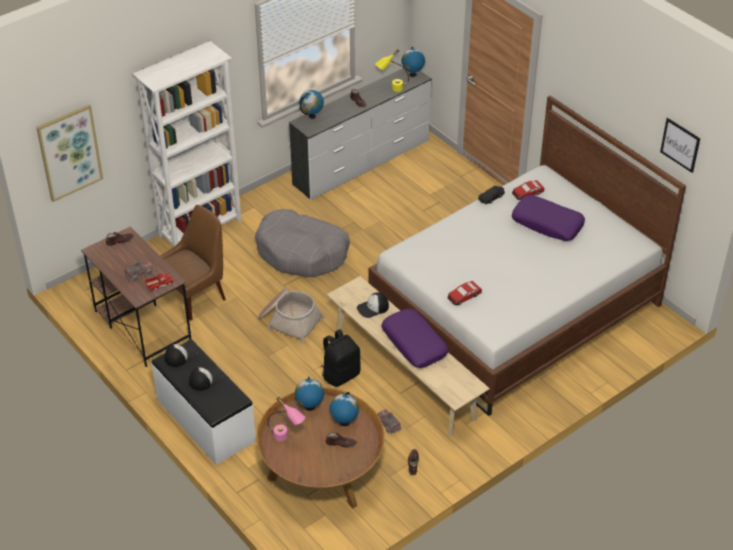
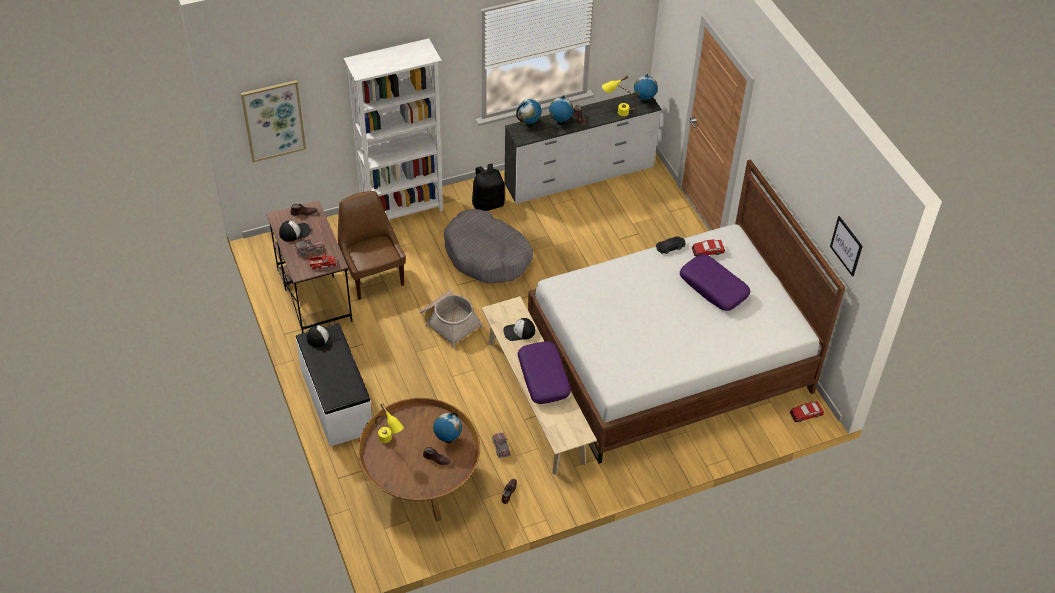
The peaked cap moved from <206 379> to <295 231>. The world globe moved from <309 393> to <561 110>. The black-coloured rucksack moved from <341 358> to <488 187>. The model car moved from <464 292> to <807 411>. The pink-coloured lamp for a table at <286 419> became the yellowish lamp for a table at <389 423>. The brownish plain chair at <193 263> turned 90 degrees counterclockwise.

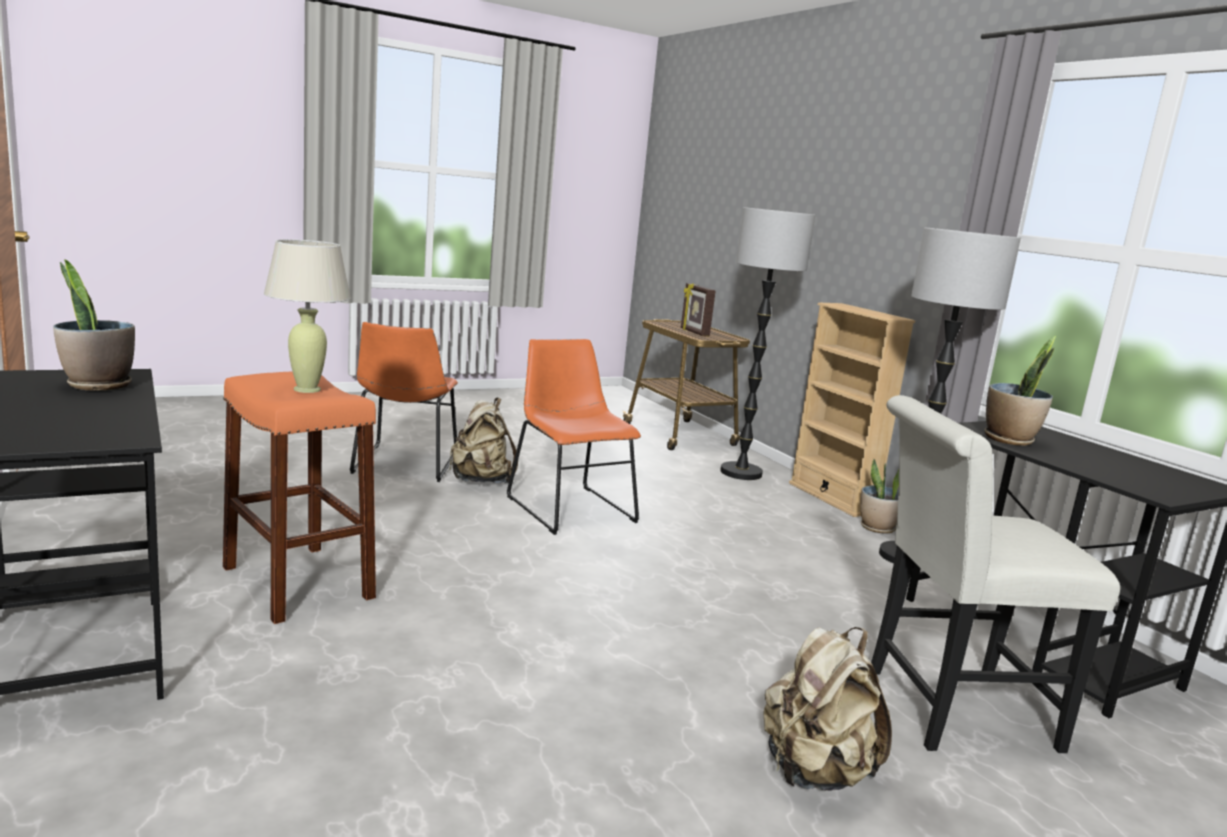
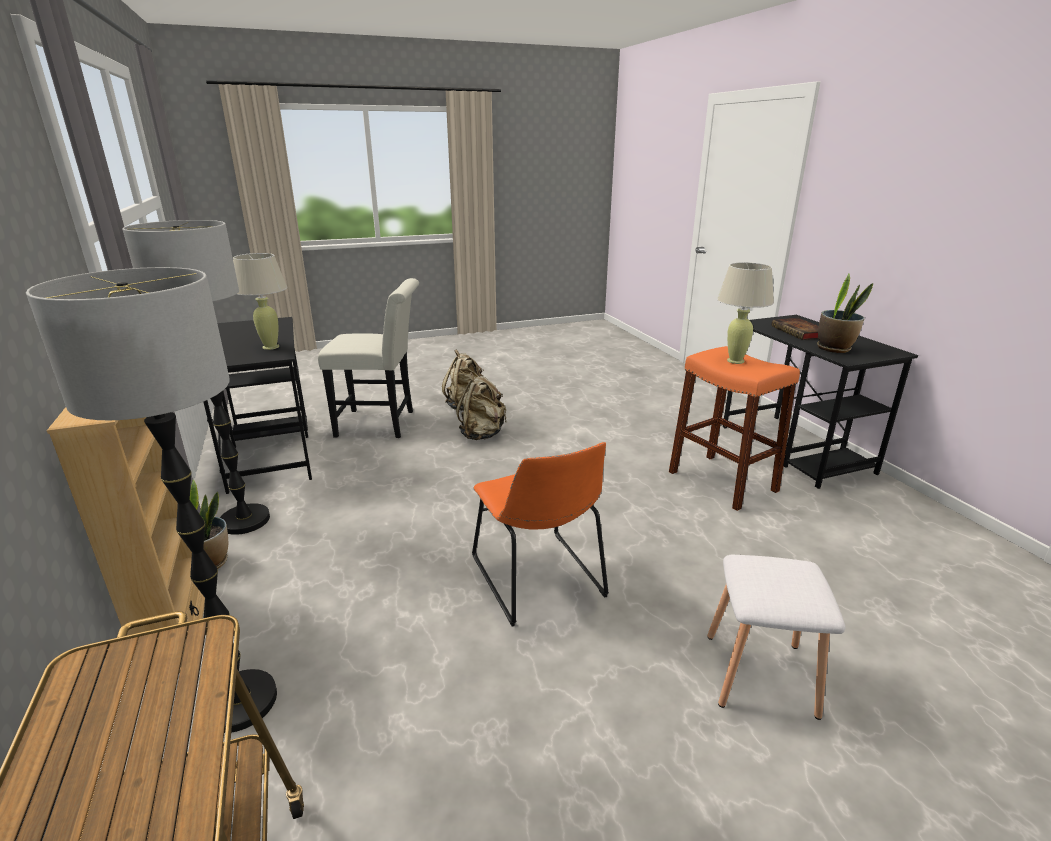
The standing frame at <698 309> disappeared. The book at <795 329> appeared. The beige-coloured rucksack moved from <483 440> to <481 406>. The orange-coloured plain chair at <404 402> was replaced by the white sitting stool at <776 637>. The houseplant at <1020 391> was replaced by the beige-coloured lamp for a table at <260 301>.

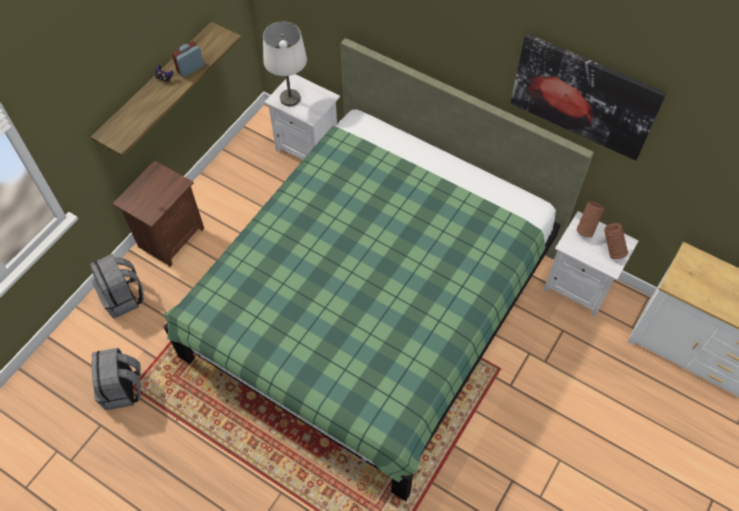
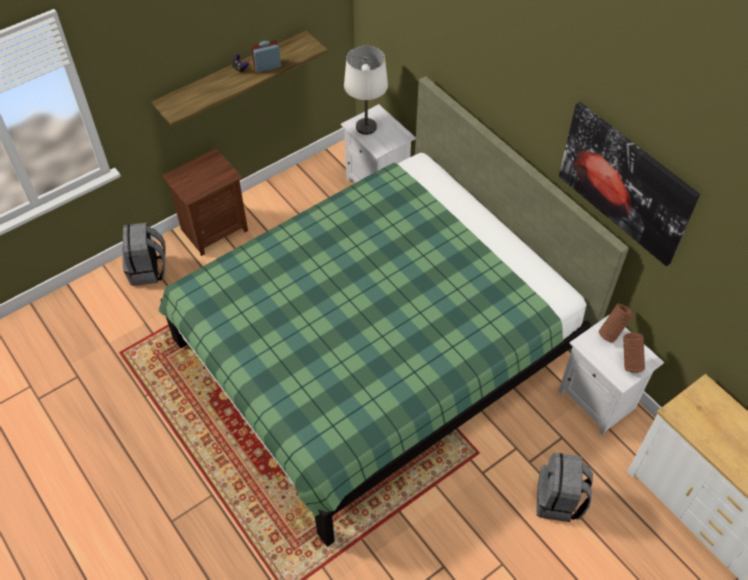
The greyish rucksack moved from <116 379> to <564 487>.

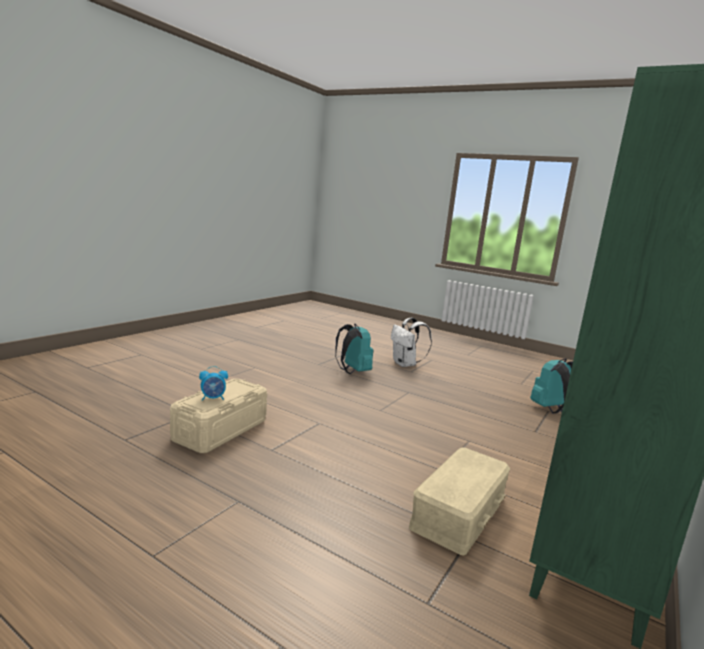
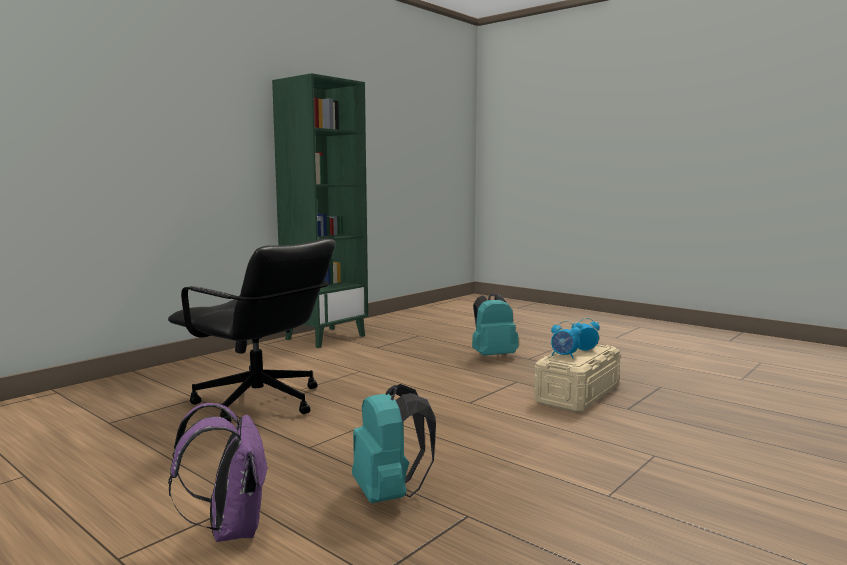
The beige-coloured storage box at <459 501> disappeared. The black-coloured computer chair at <251 331> appeared. The table clock at <566 339> appeared. The turquoise-coloured rucksack moved from <551 385> to <495 324>. The white rucksack at <411 342> became the purple-coloured rucksack at <218 472>.

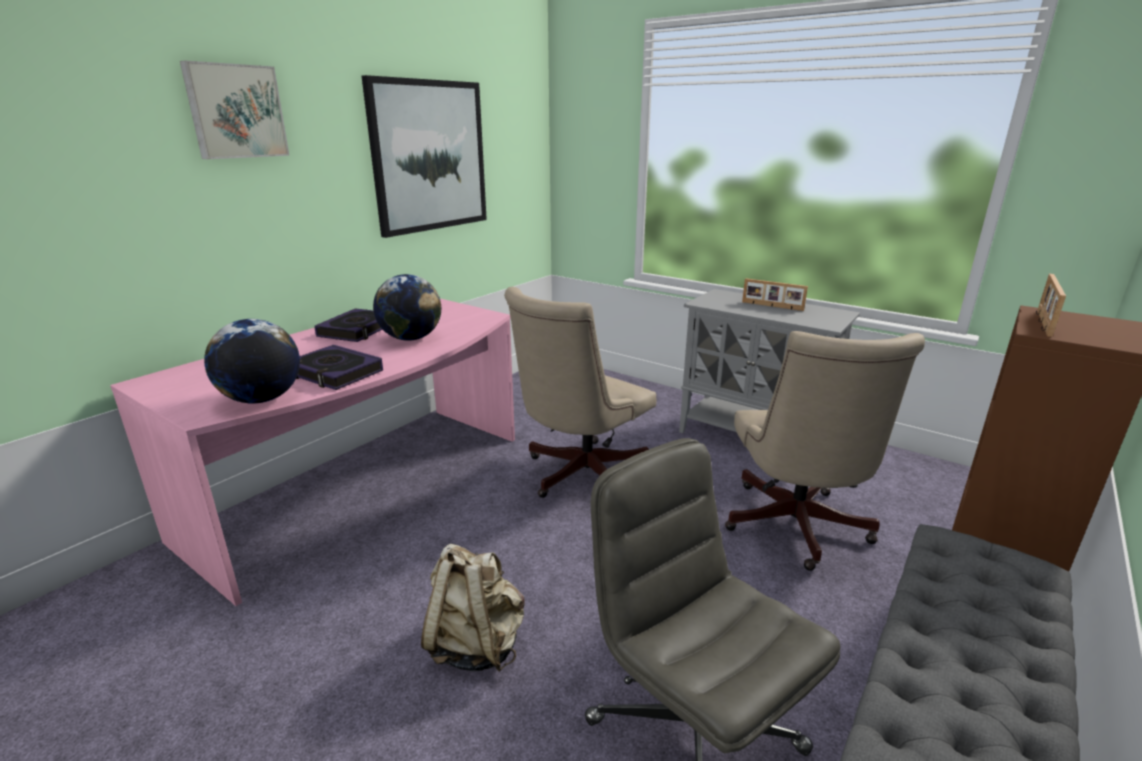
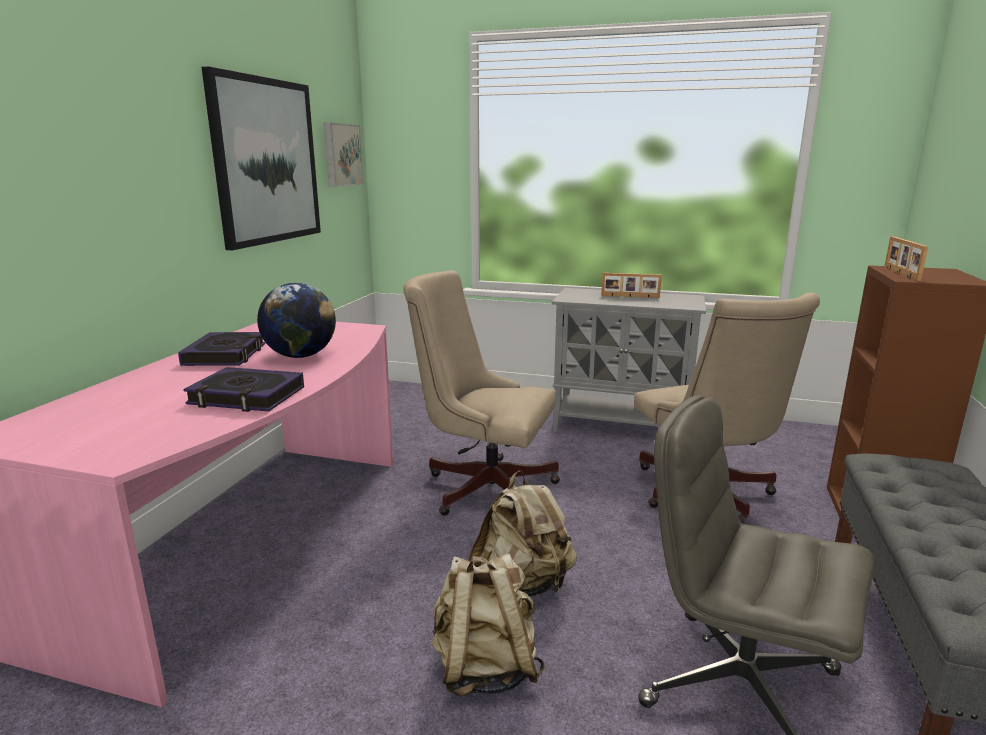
The world globe at <252 361> disappeared. The beige-coloured rucksack at <522 533> appeared. The wall picture moved from <235 109> to <343 155>. The beige-coloured computer chair at <580 392> turned 90 degrees clockwise.

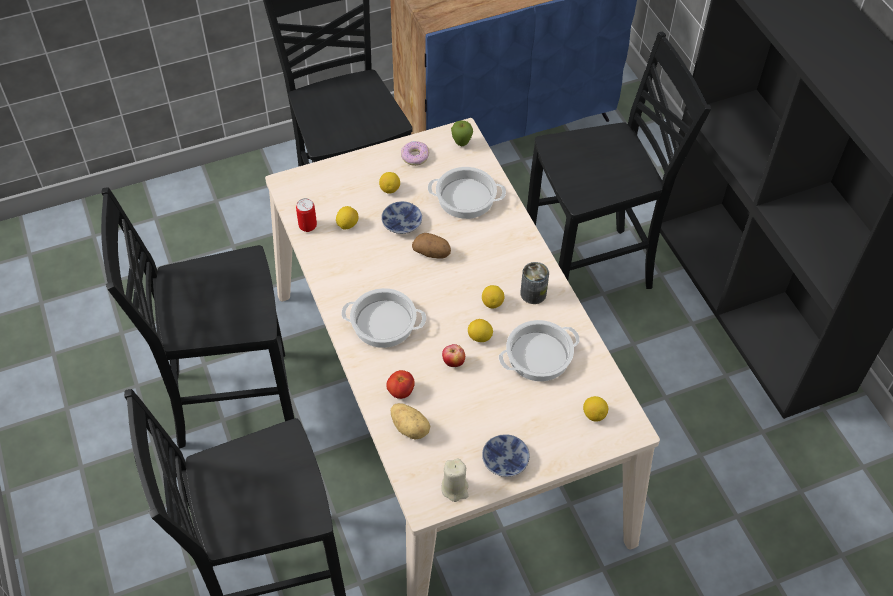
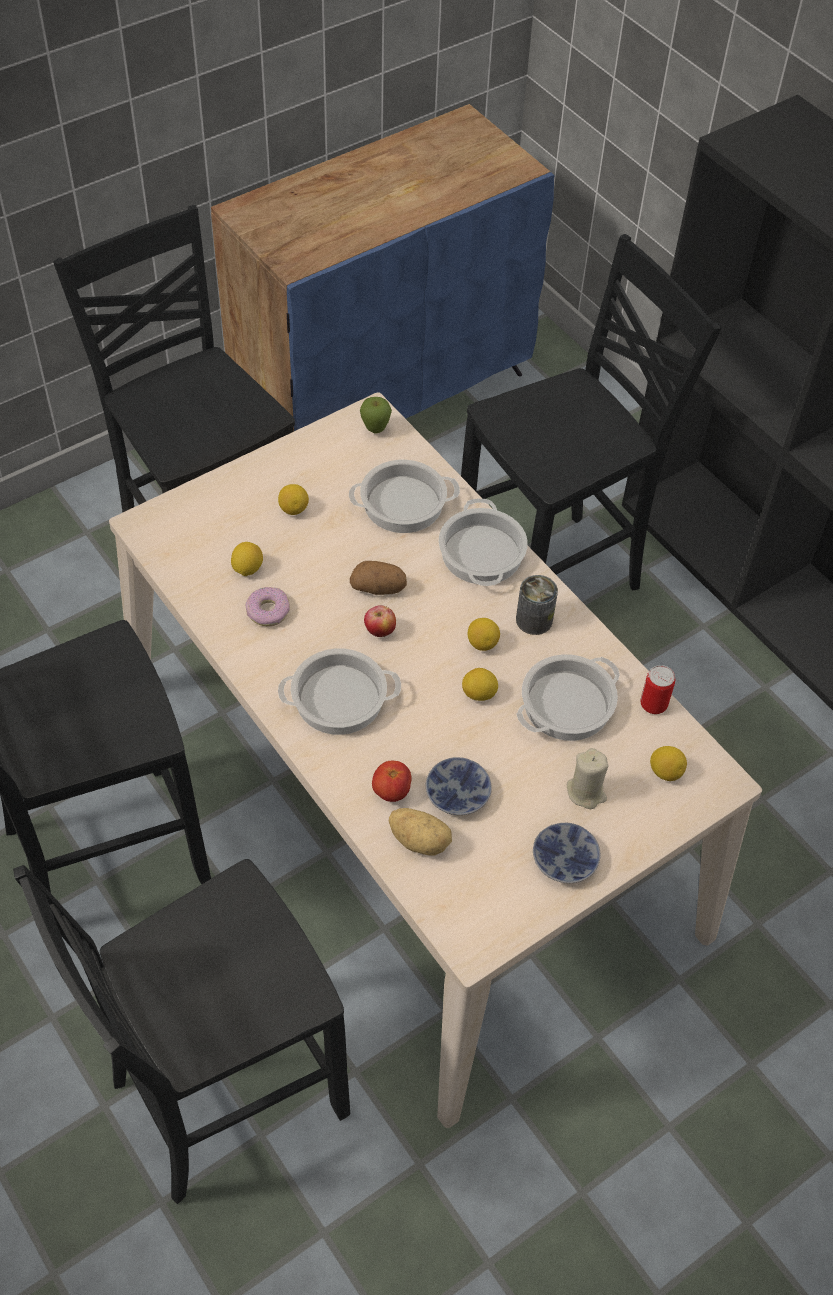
The saucepot at <483 542> appeared. The metal can moved from <306 215> to <658 689>. The deep dish moved from <401 217> to <459 786>. The ring doughnut moved from <415 153> to <268 606>. The beige-coloured candle moved from <455 480> to <588 778>. The whole apple moved from <453 355> to <380 621>.

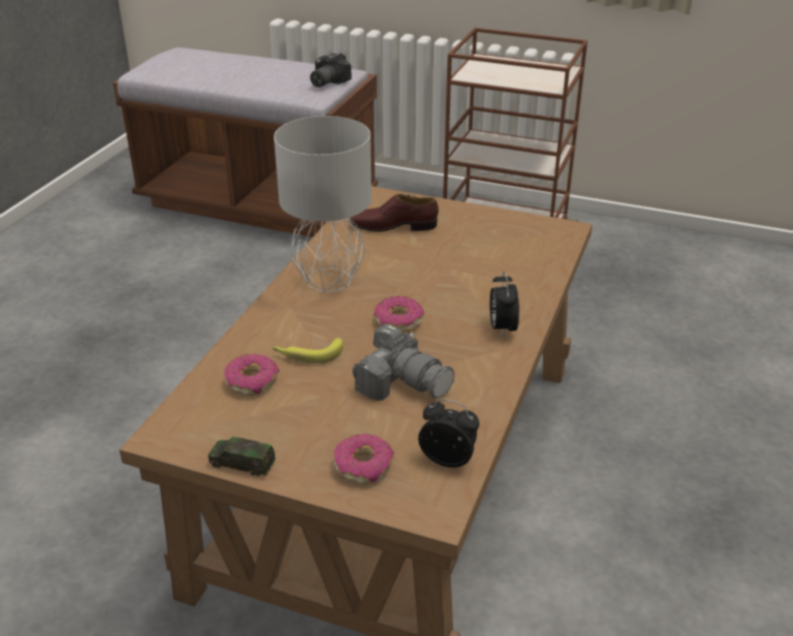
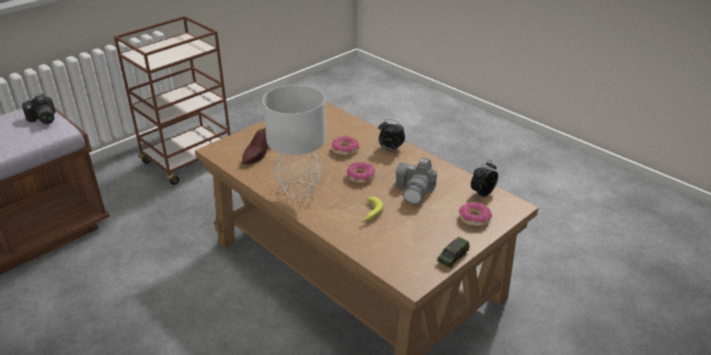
The ring doughnut moved from <251 375> to <345 145>. The photo camera at <403 362> turned 135 degrees clockwise.

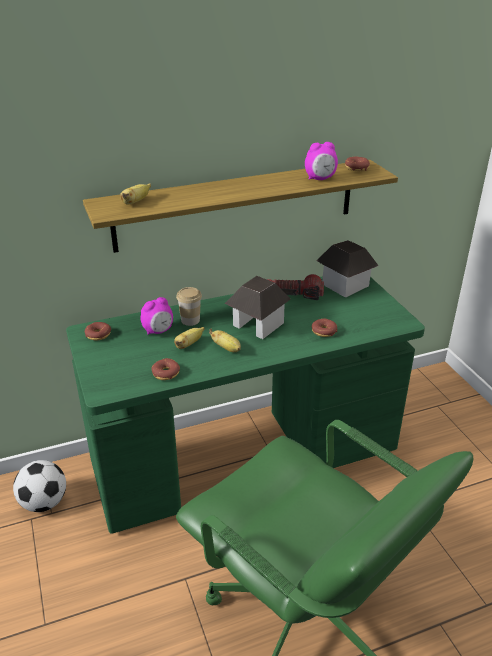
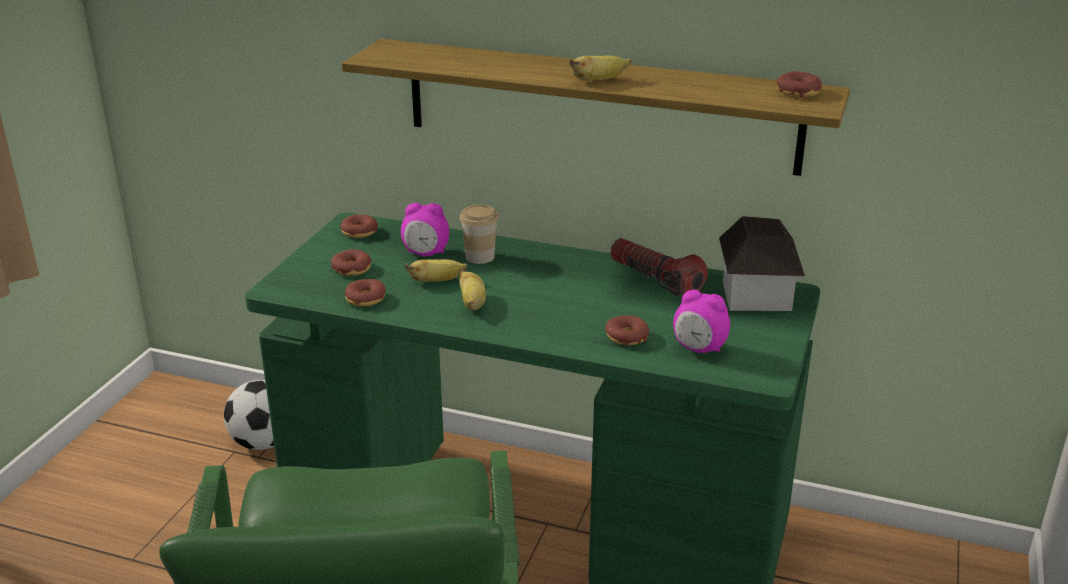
The miniature house at <257 307> disappeared. The ring doughnut at <351 262> appeared. The banana moved from <135 194> to <600 68>. The table clock moved from <321 161> to <701 321>.

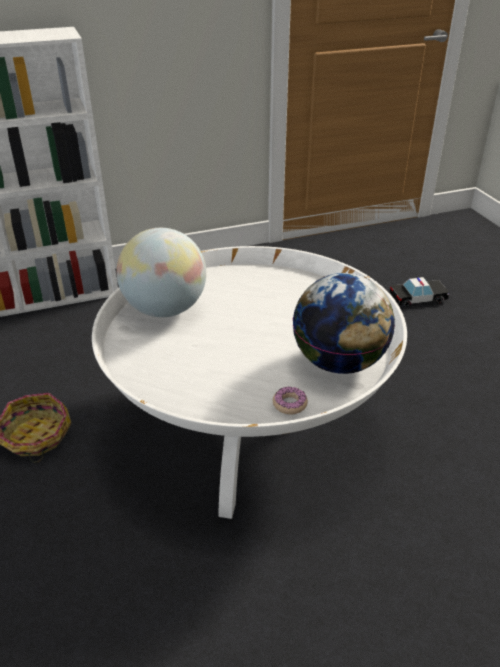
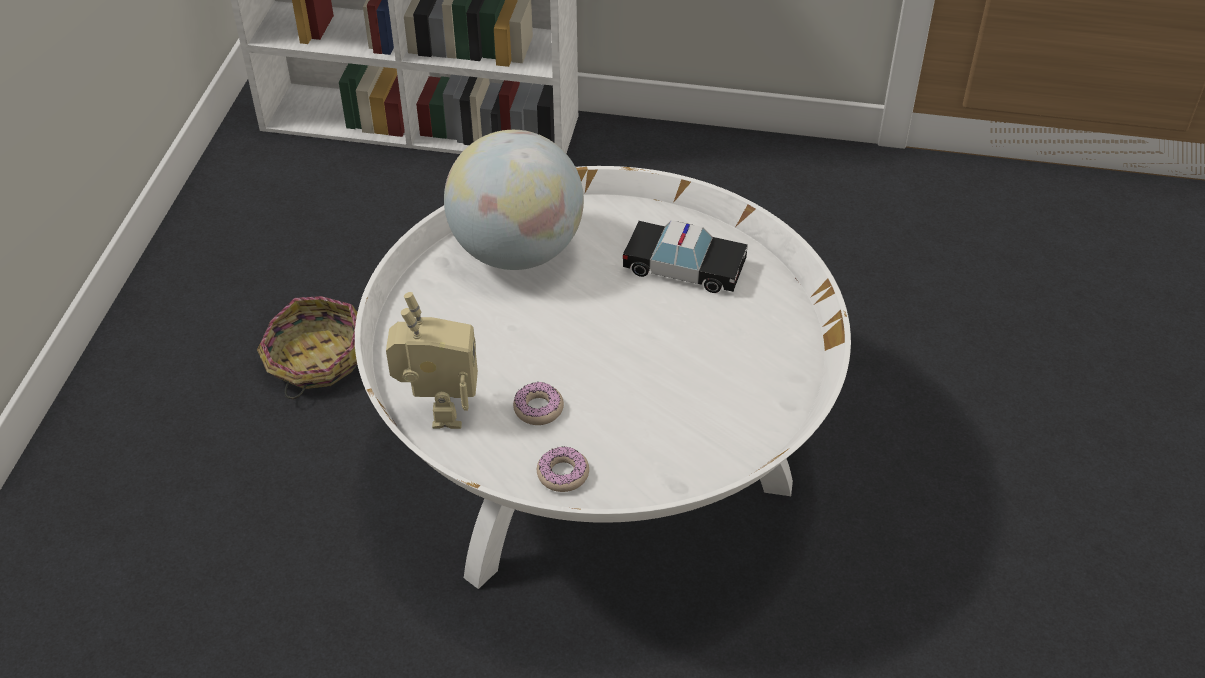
The world globe at <344 323> disappeared. The model robot at <432 360> appeared. The ring doughnut at <538 403> appeared. The model car moved from <419 292> to <685 256>.

